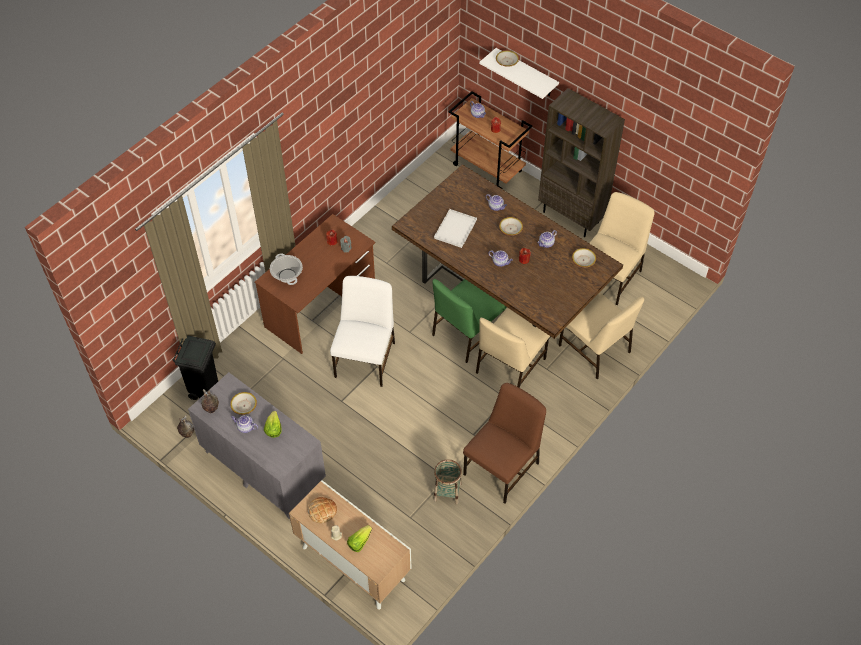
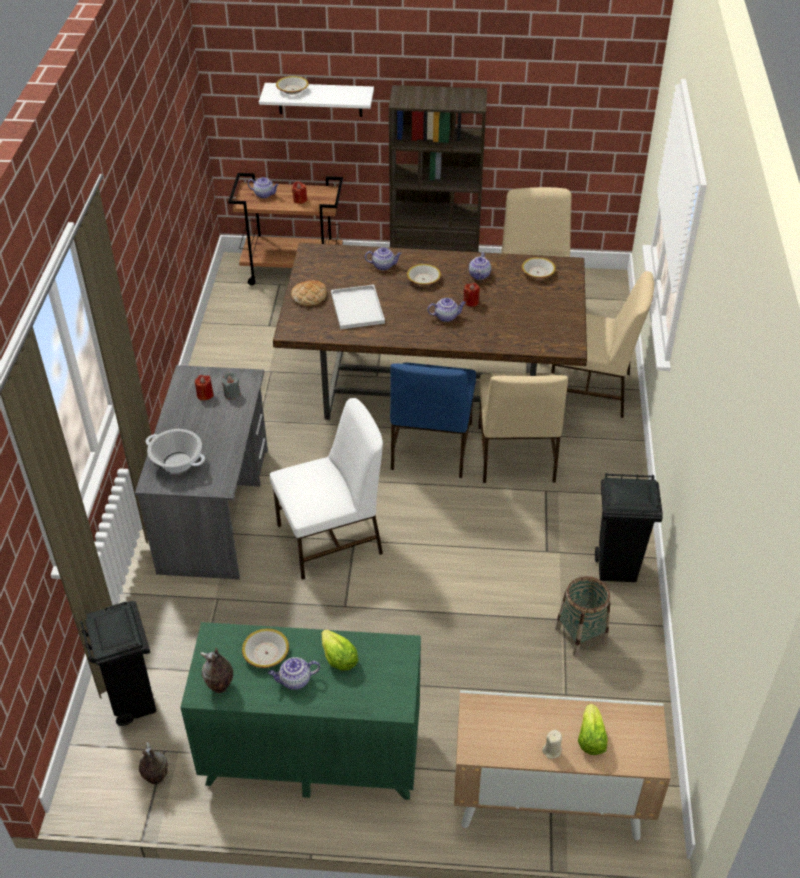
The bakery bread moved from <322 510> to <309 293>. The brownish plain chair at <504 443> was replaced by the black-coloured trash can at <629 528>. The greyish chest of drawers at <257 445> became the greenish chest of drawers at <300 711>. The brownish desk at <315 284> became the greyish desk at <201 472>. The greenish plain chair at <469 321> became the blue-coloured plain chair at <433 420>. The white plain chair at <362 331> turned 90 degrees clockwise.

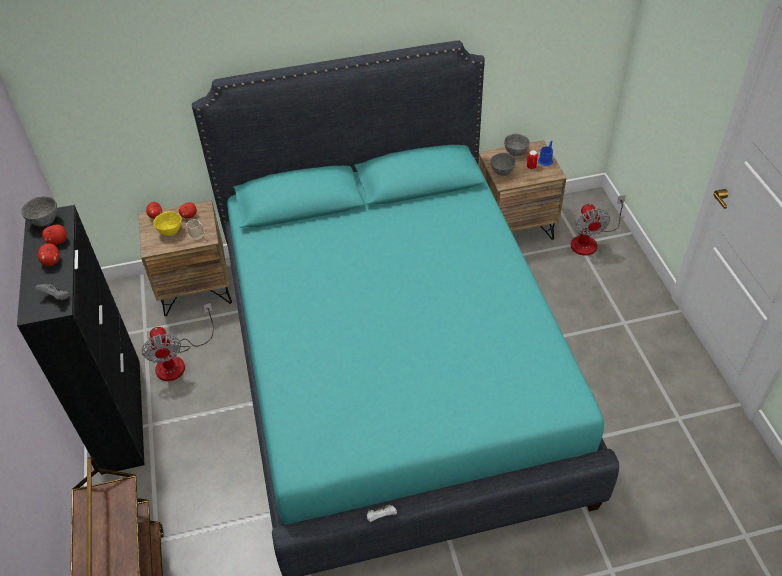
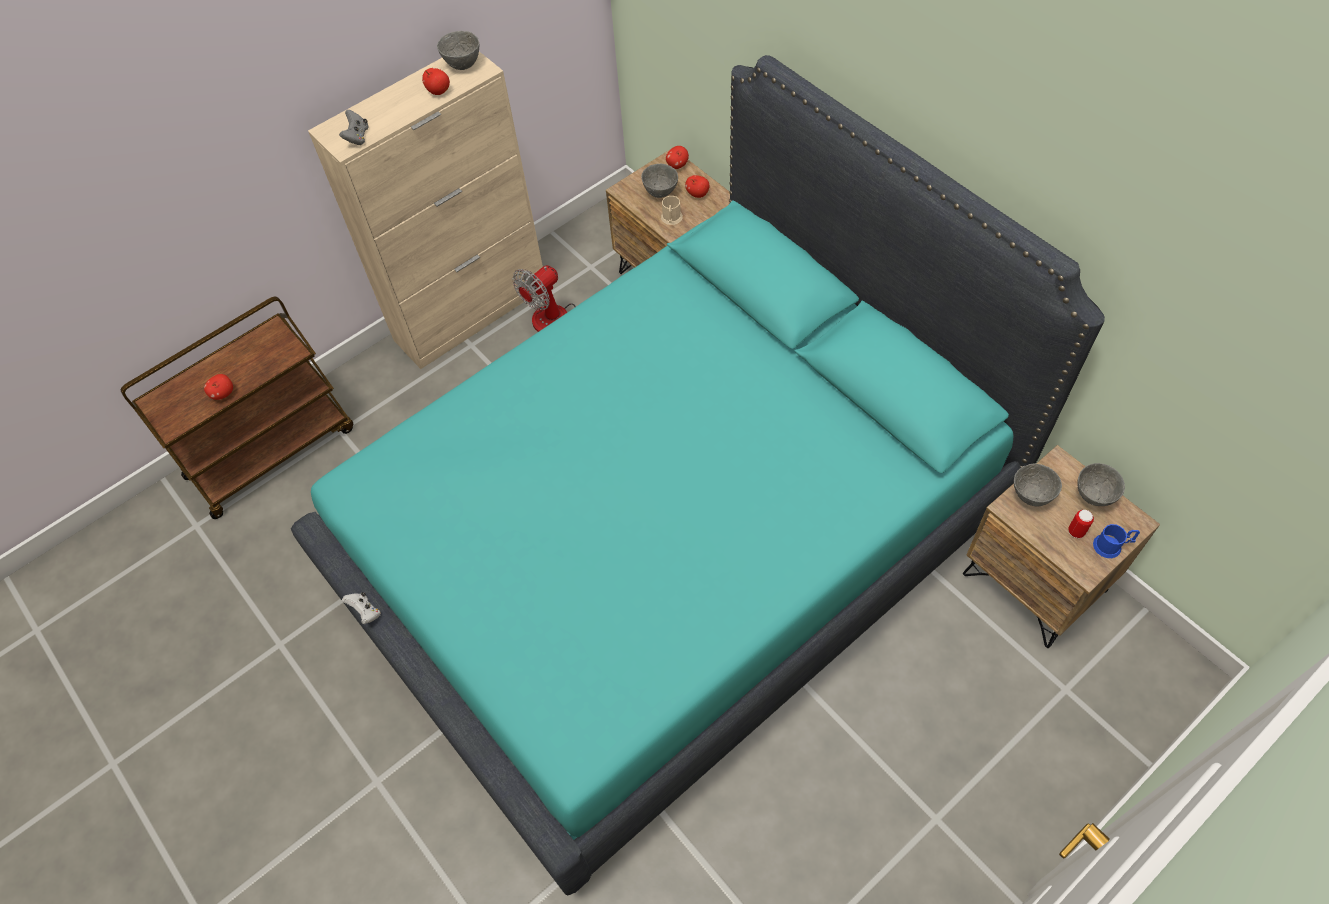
The electric fan at <598 225> disappeared. The whole apple moved from <49 254> to <218 387>. The black-coloured cupboard at <81 340> became the beige-coloured cupboard at <425 210>. The yellowish deep dish at <167 223> became the greyish deep dish at <659 181>.

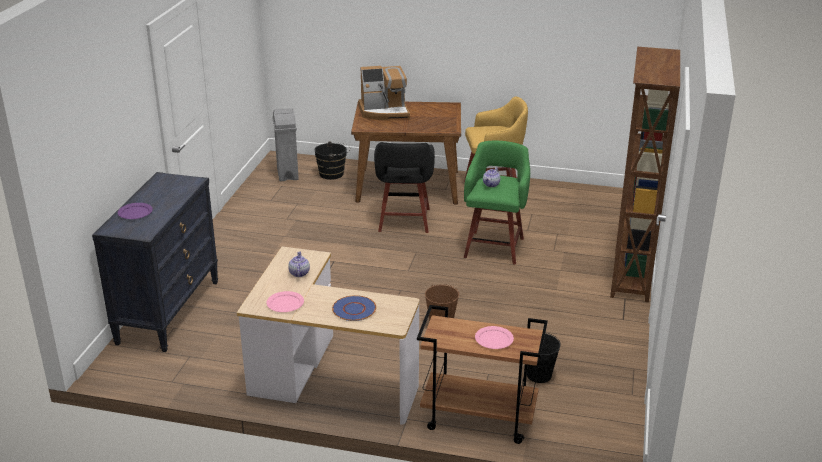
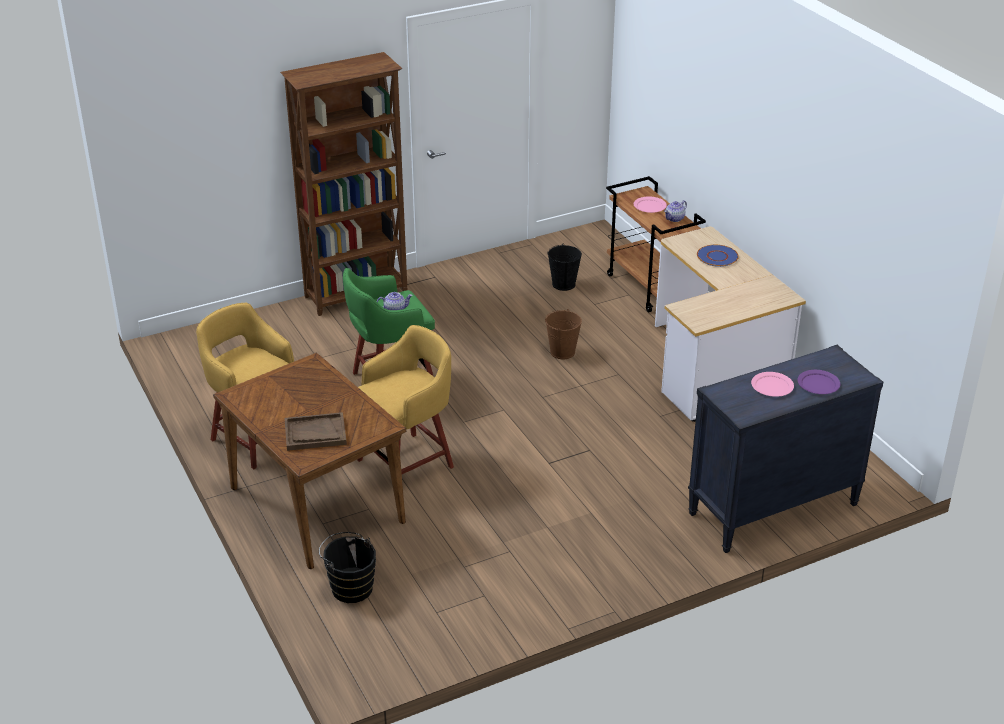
The greyish trash can at <285 144> disappeared. The pink-coloured plate moved from <285 301> to <772 384>. The pot for tea moved from <299 264> to <675 211>. The coffee machine at <384 93> was replaced by the brownish carrying tray at <316 431>. The black-coloured sitting stool at <404 187> became the yellowish sitting stool at <405 399>.

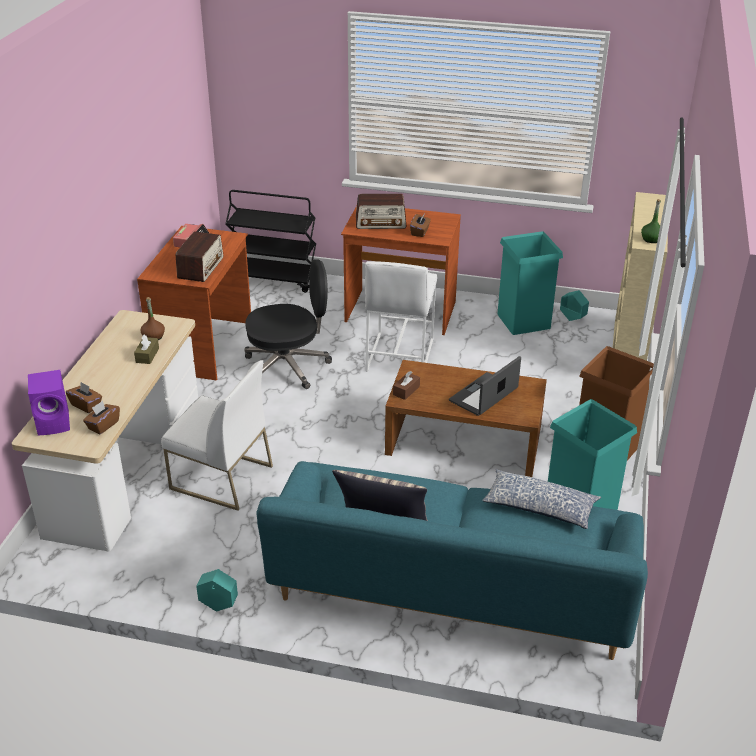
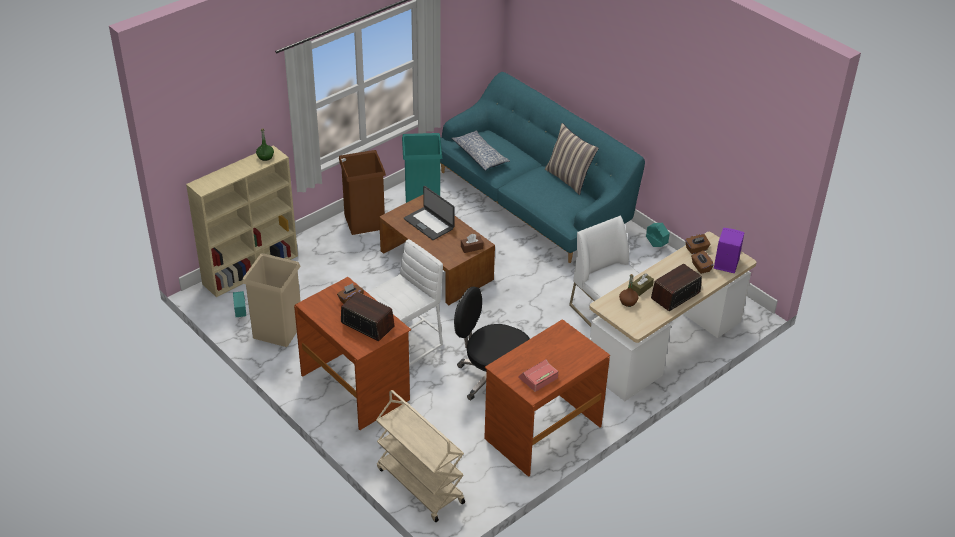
The radio moved from <199 256> to <676 287>. The black-coloured trolley at <270 241> became the beige-coloured trolley at <420 456>. The turquoise-coloured trash can at <530 283> became the beige-coloured trash can at <271 300>. The notebook computer at <485 386> turned 60 degrees clockwise.

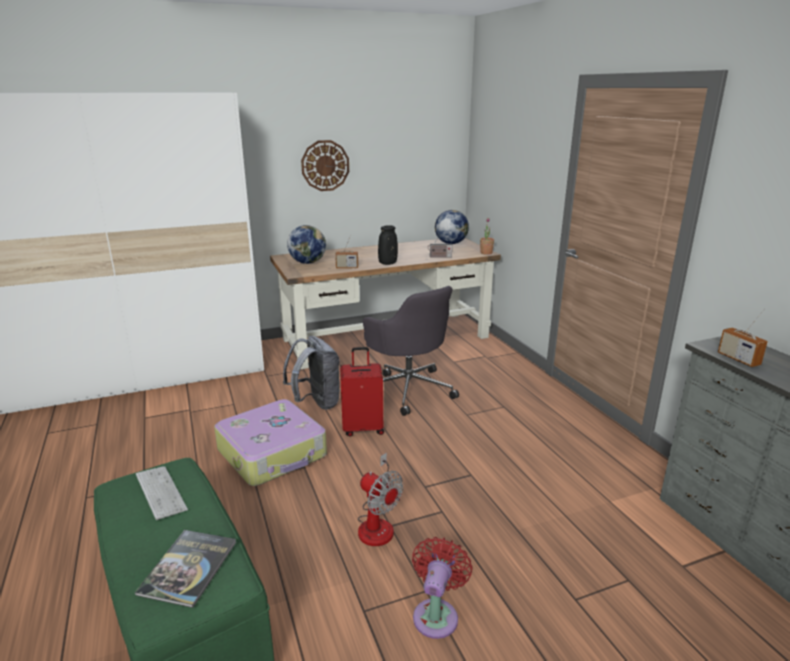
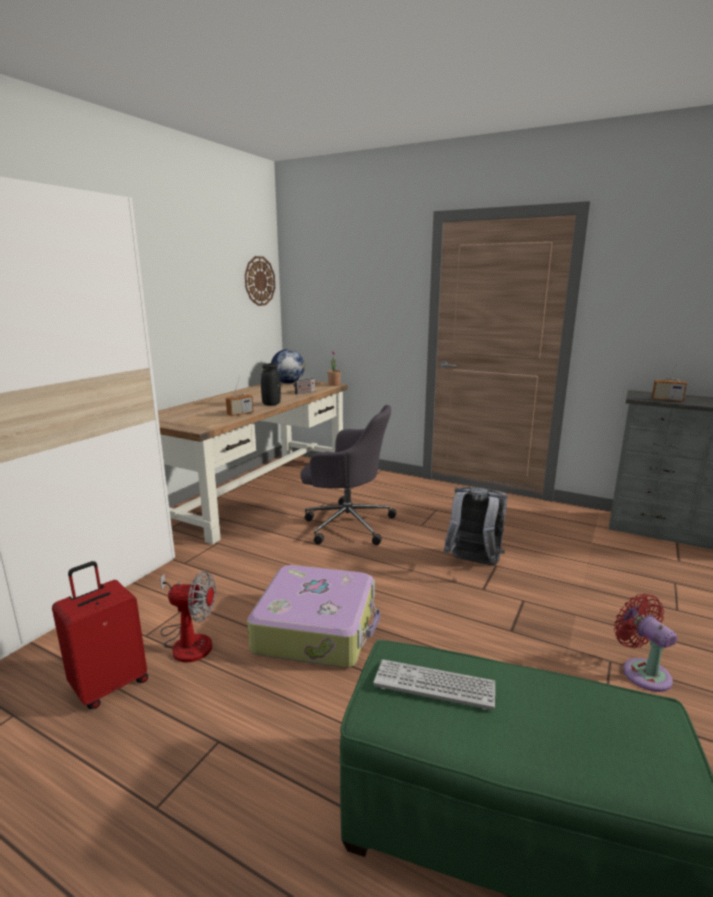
The book at <185 569> disappeared. The world globe at <306 244> disappeared. The greyish rucksack moved from <311 373> to <476 526>. The clock on the wall moved from <325 165> to <260 281>. The reddish piece of luggage moved from <362 391> to <100 635>. The electric fan moved from <381 499> to <188 616>.

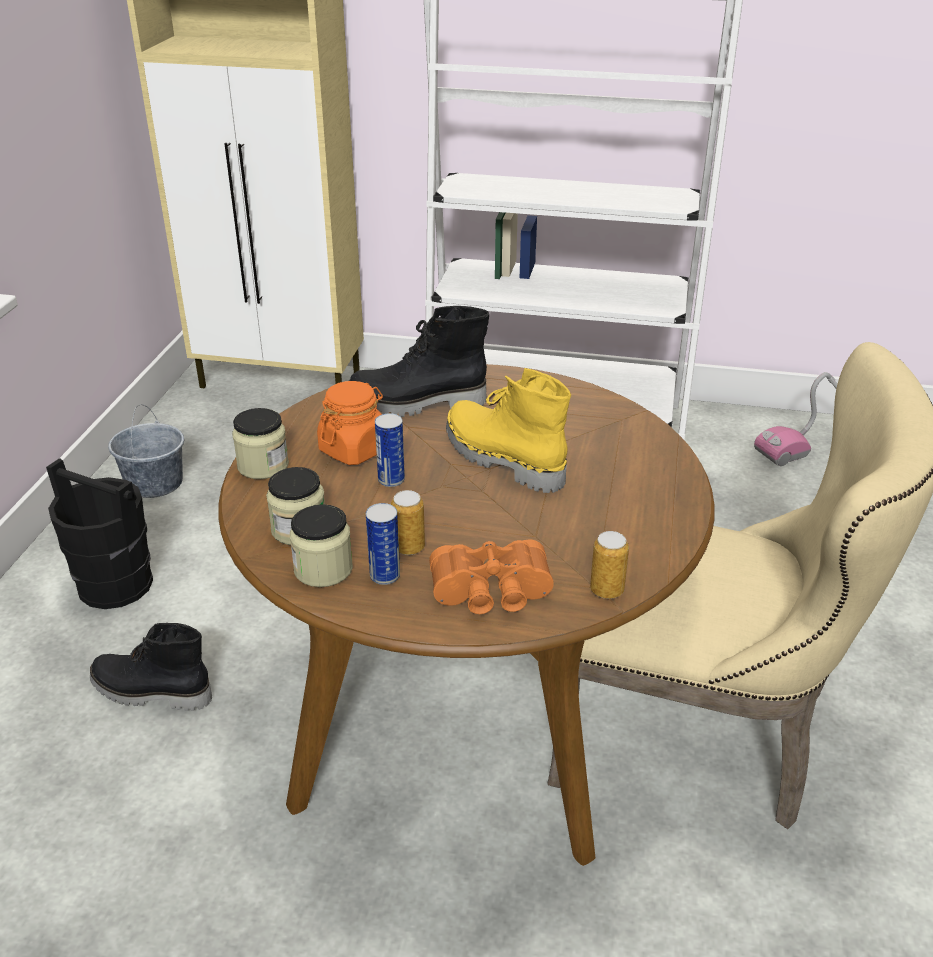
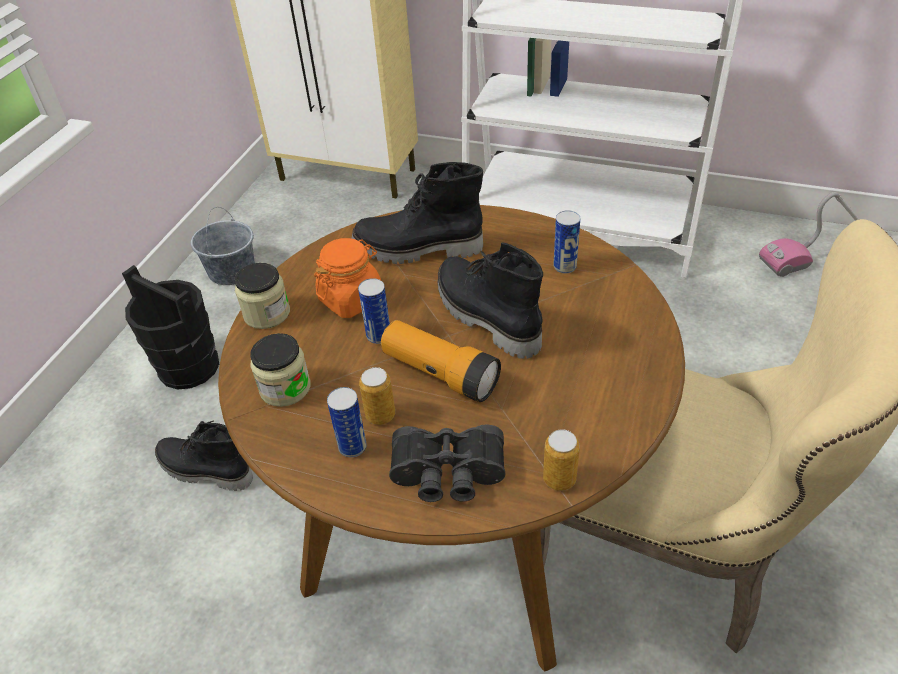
The jar at <321 545> disappeared. The flashlight at <441 361> appeared. The metal can at <566 242> appeared. The orange-coloured pair of binoculars at <491 577> became the black-coloured pair of binoculars at <447 463>. The yellowish tall boot at <508 430> became the black-coloured tall boot at <490 300>.

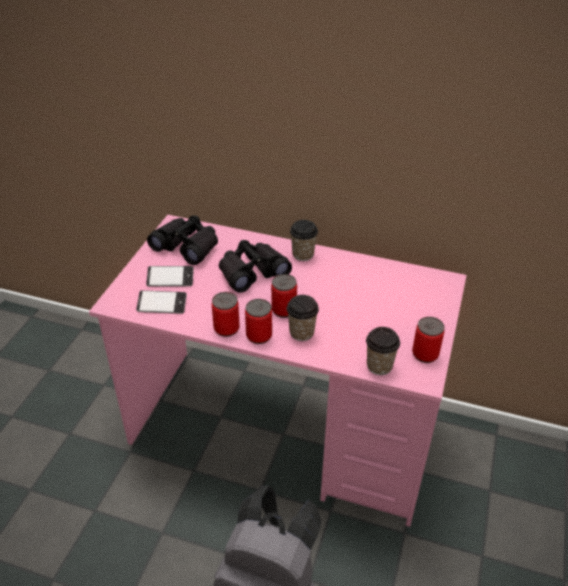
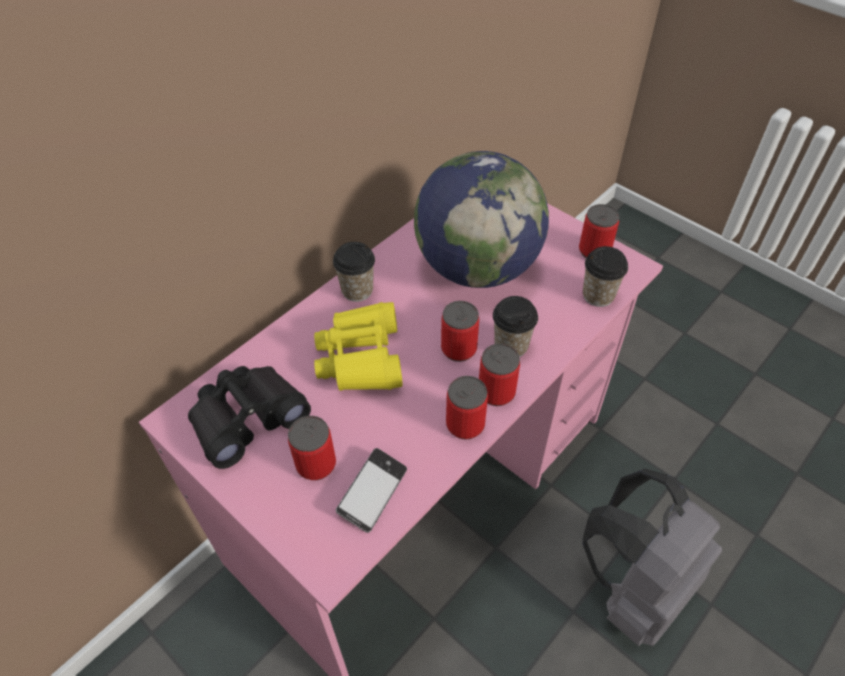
The world globe at <481 219> appeared. The handset at <170 276> was replaced by the metal can at <312 448>. The black-coloured pair of binoculars at <255 266> became the yellowish pair of binoculars at <358 346>.

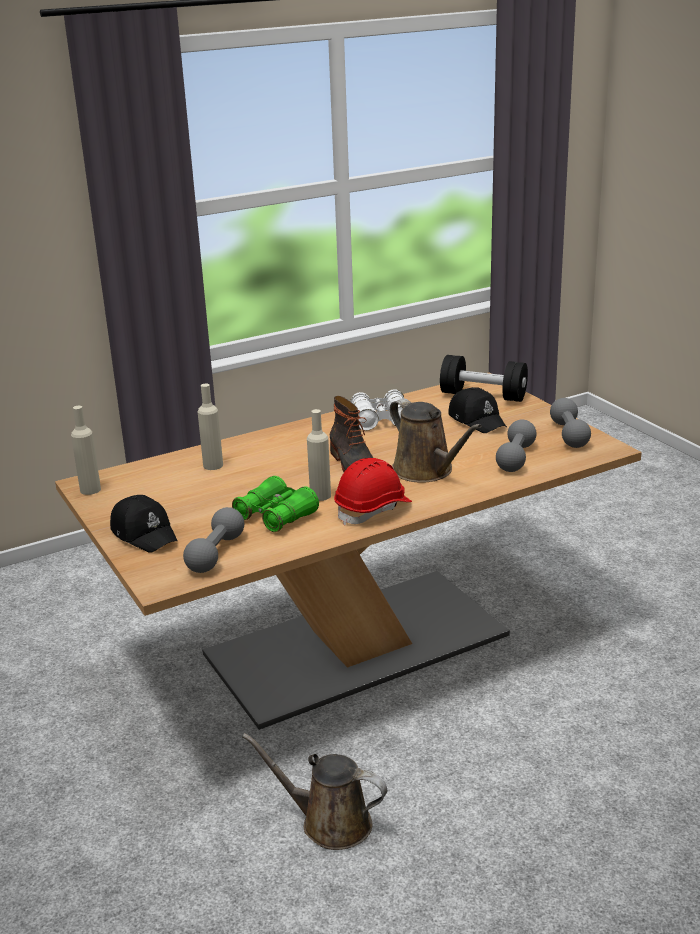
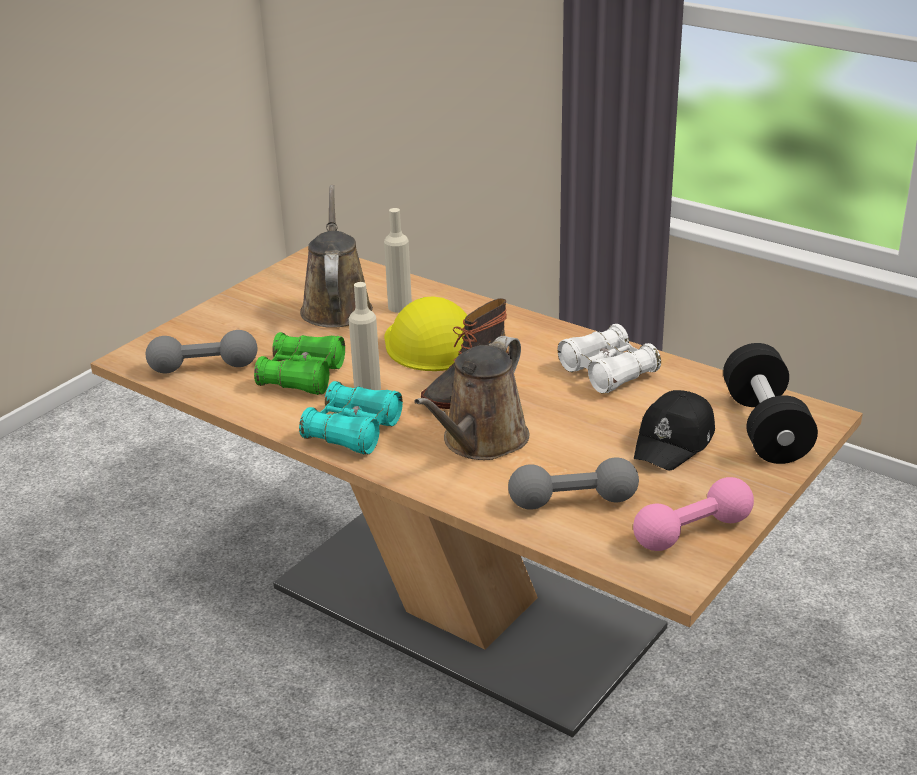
The beige-coloured bottle at <86 450> disappeared. The black-coloured peaked cap at <143 524> disappeared. The yellowish hard hat at <425 334> appeared. The brownish sprinkling can moved from <314 791> to <336 256>. The reddish hard hat at <373 492> was replaced by the turquoise-coloured pair of binoculars at <351 417>. The greyish hand weight at <570 423> became the pink-coloured hand weight at <693 514>.

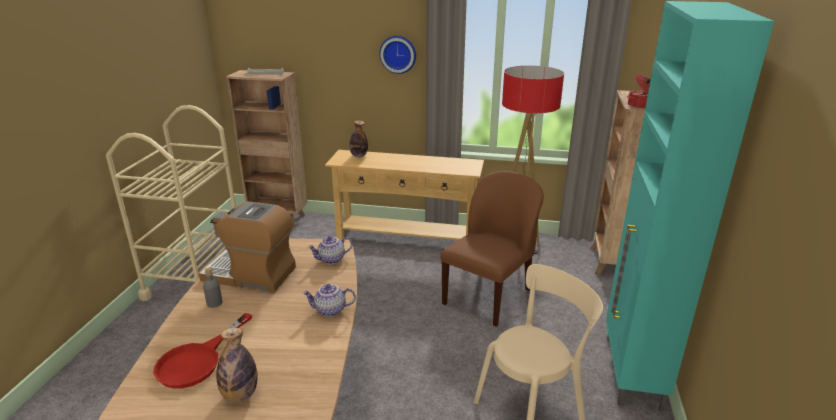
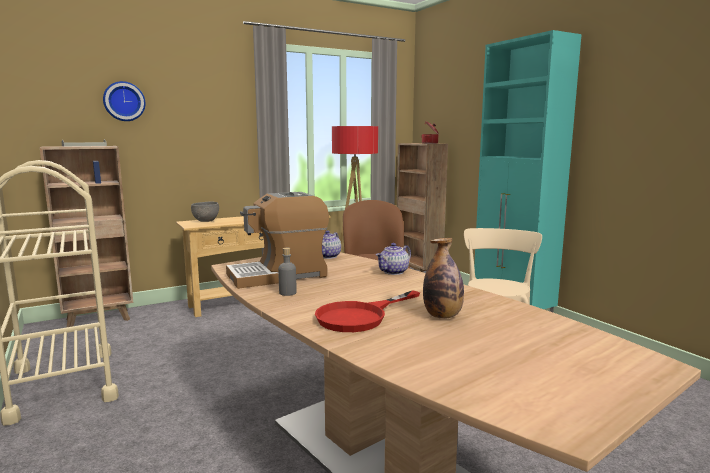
The clock on the wall moved from <398 55> to <124 101>. The bottle at <358 138> was replaced by the greyish deep dish at <205 212>. The reddish skillet at <202 350> turned 60 degrees clockwise.

